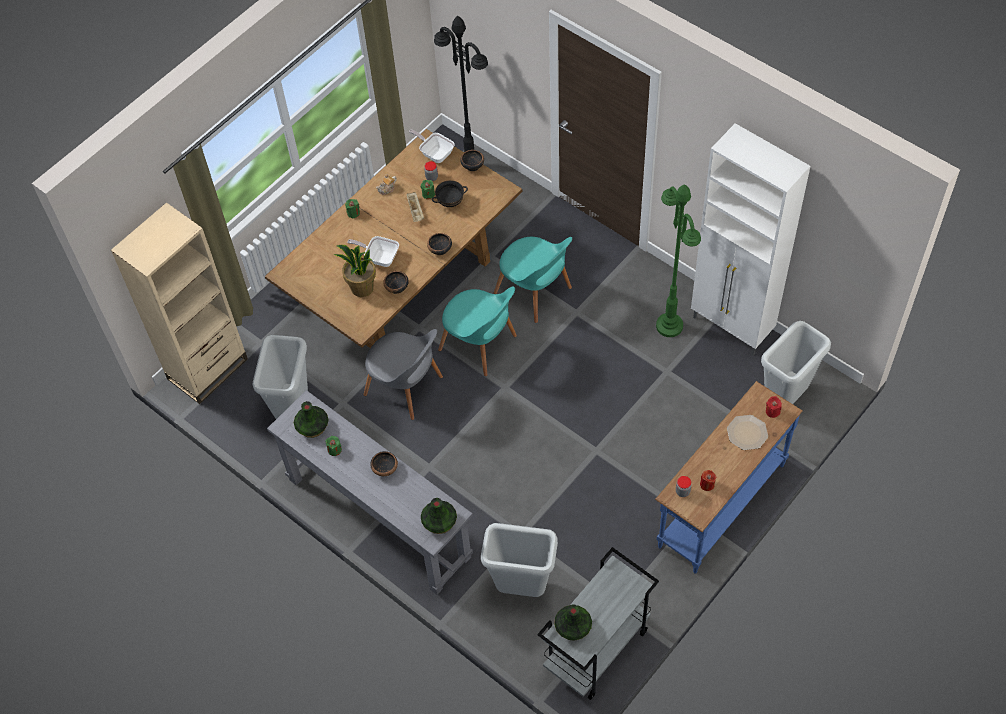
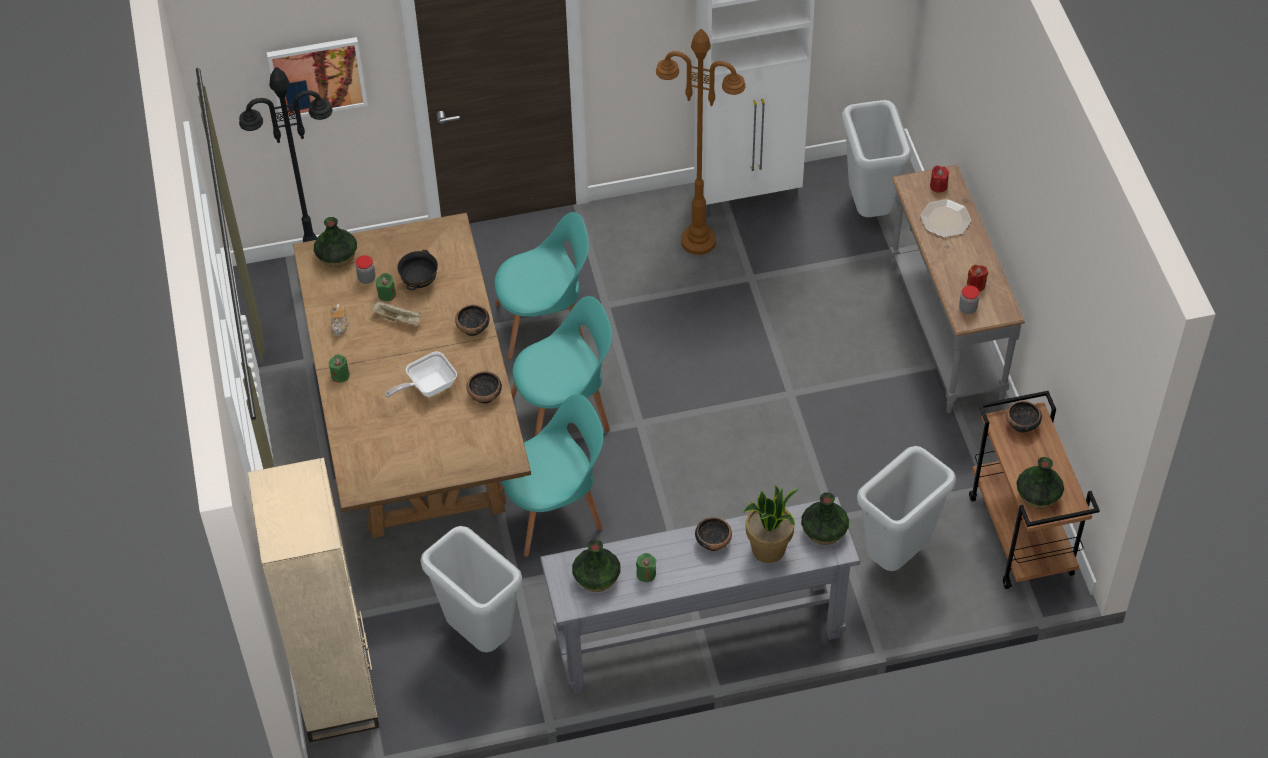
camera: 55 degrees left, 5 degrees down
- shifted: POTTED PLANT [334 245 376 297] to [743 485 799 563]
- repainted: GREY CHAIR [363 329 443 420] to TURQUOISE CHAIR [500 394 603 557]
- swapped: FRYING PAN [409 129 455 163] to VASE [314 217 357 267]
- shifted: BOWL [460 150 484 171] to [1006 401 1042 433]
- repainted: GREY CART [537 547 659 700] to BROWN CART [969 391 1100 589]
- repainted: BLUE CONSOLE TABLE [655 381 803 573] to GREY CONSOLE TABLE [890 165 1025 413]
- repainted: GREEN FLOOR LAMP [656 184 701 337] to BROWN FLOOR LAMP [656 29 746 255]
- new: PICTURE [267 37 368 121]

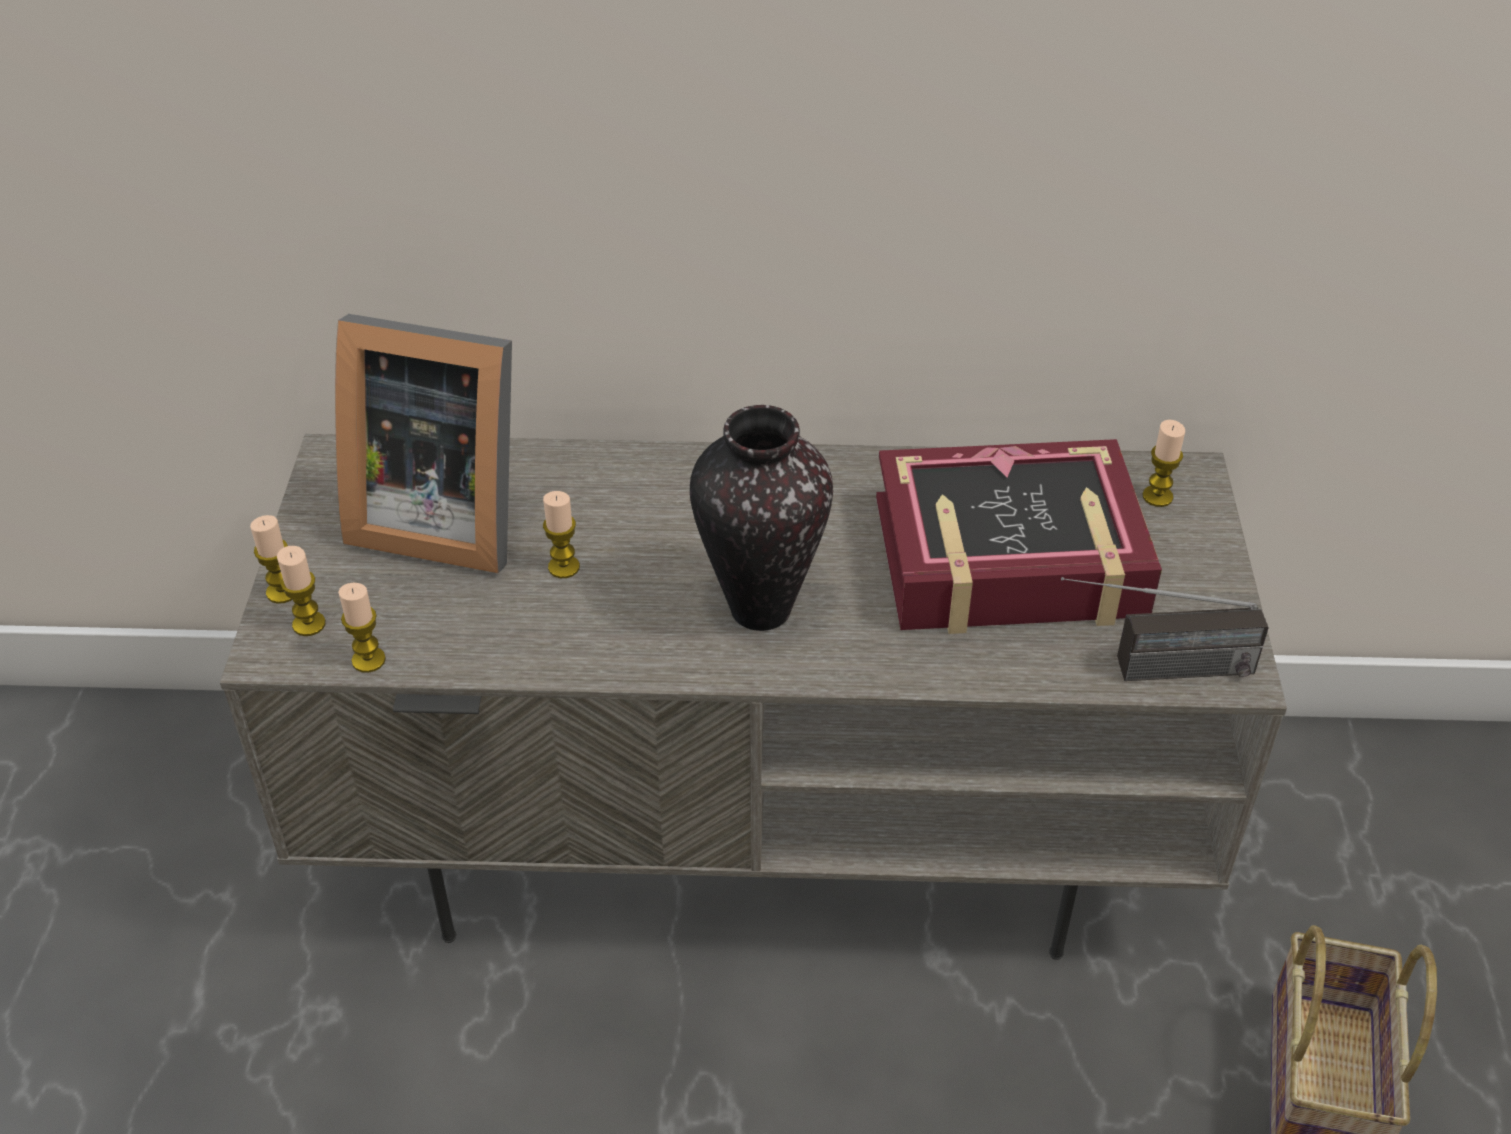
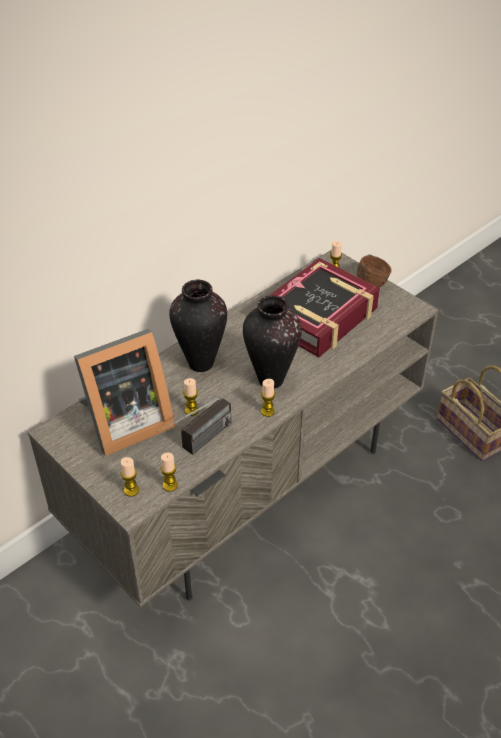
camera: 45 degrees left, 0 degrees up
- shifted: CANDLE [250 515 293 604] to [261 379 275 417]
- shifted: RADIO [1061 577 1269 681] to [157 397 231 455]
- new: VASE [169 280 227 372]
- new: BROWN MUG [357 255 392 287]

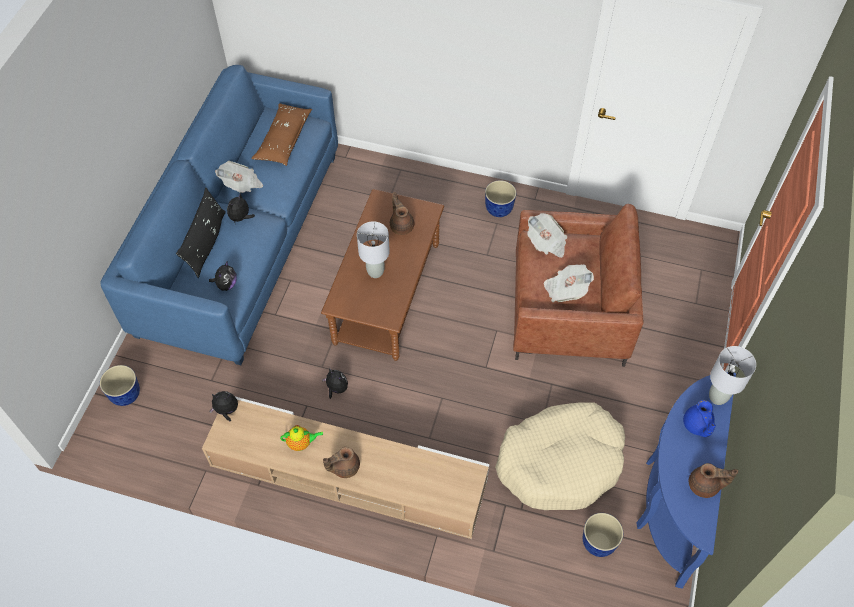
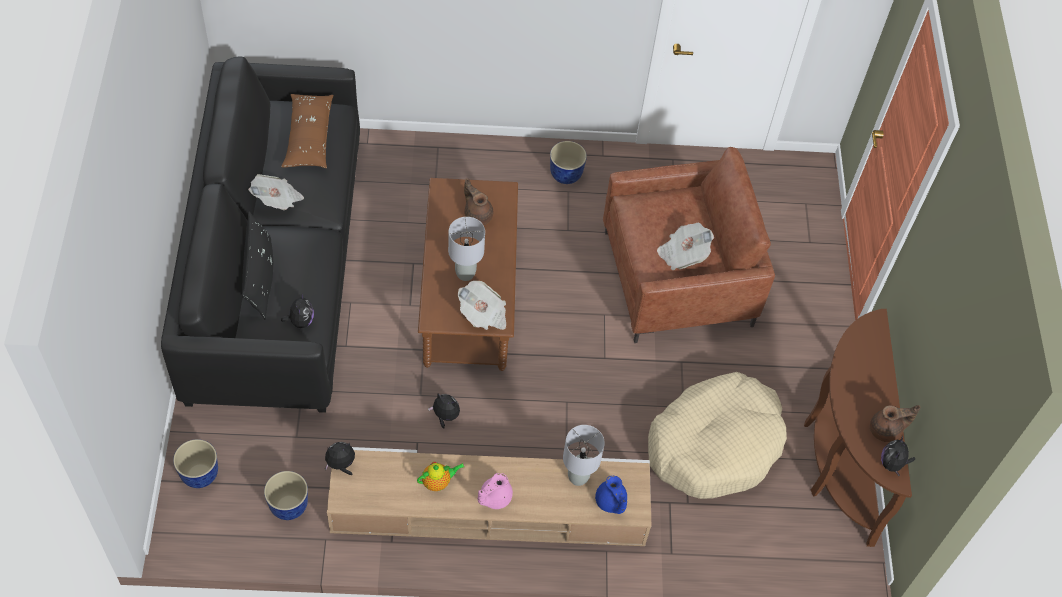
camera: 20 degrees left, 0 degrees up
- repainted: BLUE SOFA [100 65 338 365] to BLACK SOFA [161 57 360 413]
- shifted: PLUSH TOY [227 193 255 222] to [881 435 915 476]
- repainted: BROWN TEAPOT [323 447 360 478] to PINK TEAPOT [478 473 513 509]
- shifted: NEWSPAPER [527 213 567 258] to [458 281 506 330]
- shifted: PLANTER [583 513 623 557] to [264 471 308 520]
- repainted: BLUE CONSOLE TABLE [636 372 736 589] to BROWN CONSOLE TABLE [804 309 912 547]
- shifted: BLUE TEAPOT [683 400 716 437] to [595 476 627 514]
- shifted: GREY TABLE LAMP [709 346 756 405] to [563 425 605 486]

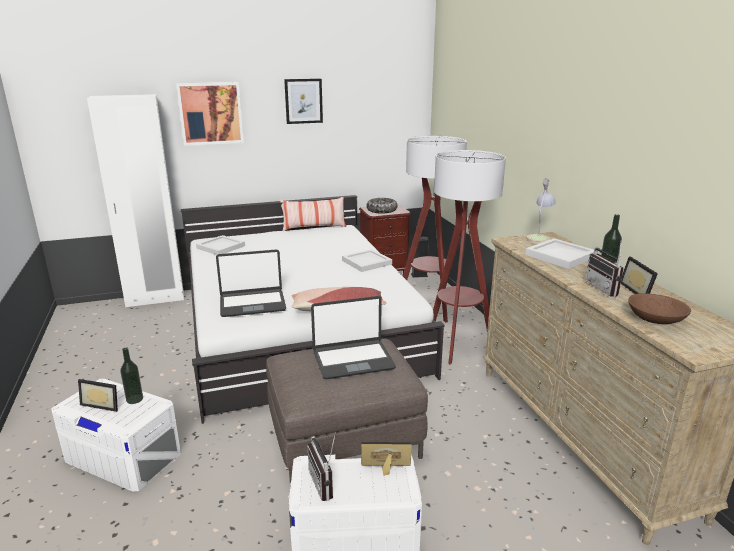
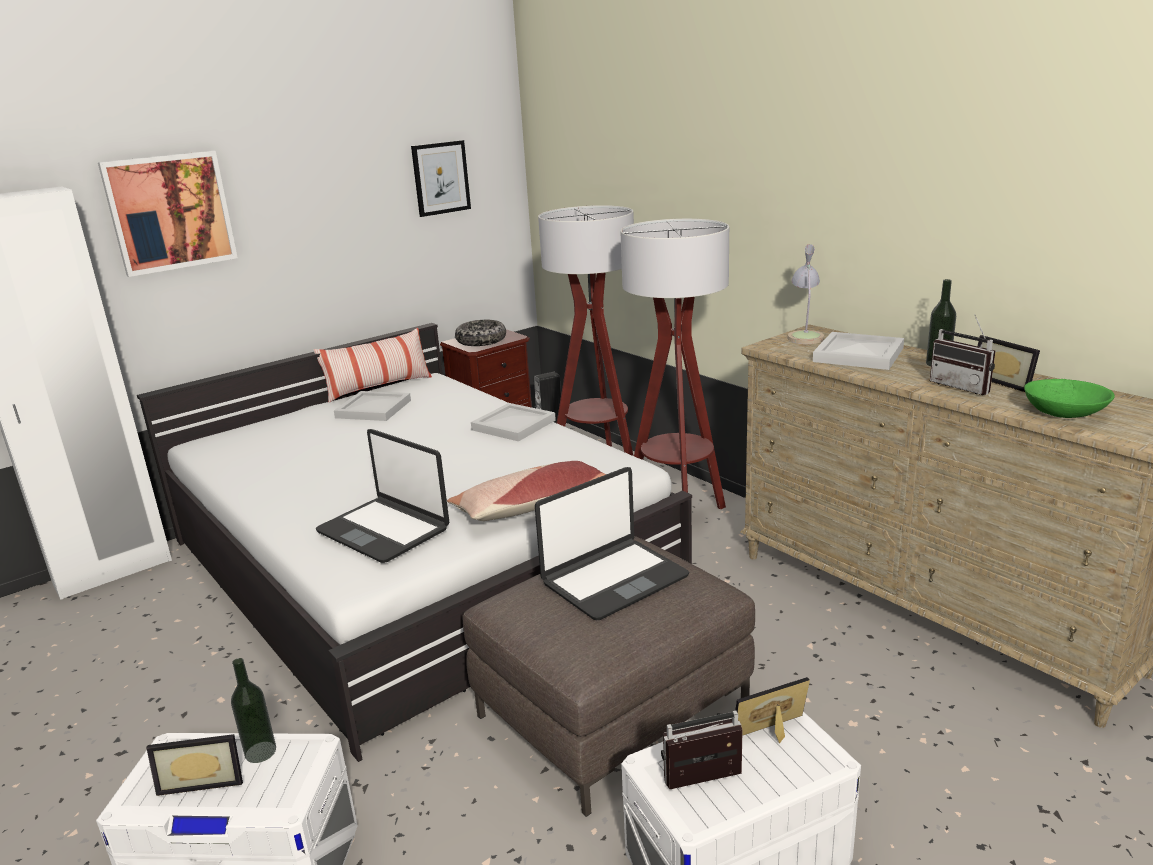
camera: 20 degrees left, 0 degrees up
- shifted: WHITE TRAY [196 235 245 255] to [334 391 411 421]
- rotated: LAPTOP [216 250 286 317] = [315 429 449 563] 75 degrees clockwise
- shifted: PICTURE [284 79 323 124] to [411 140 471 217]
- rotated: RADIO [307 433 336 501] = [661 711 743 789] 120 degrees clockwise
- repainted: BROWN BOWL [628 293 691 324] to GREEN BOWL [1024 379 1115 418]

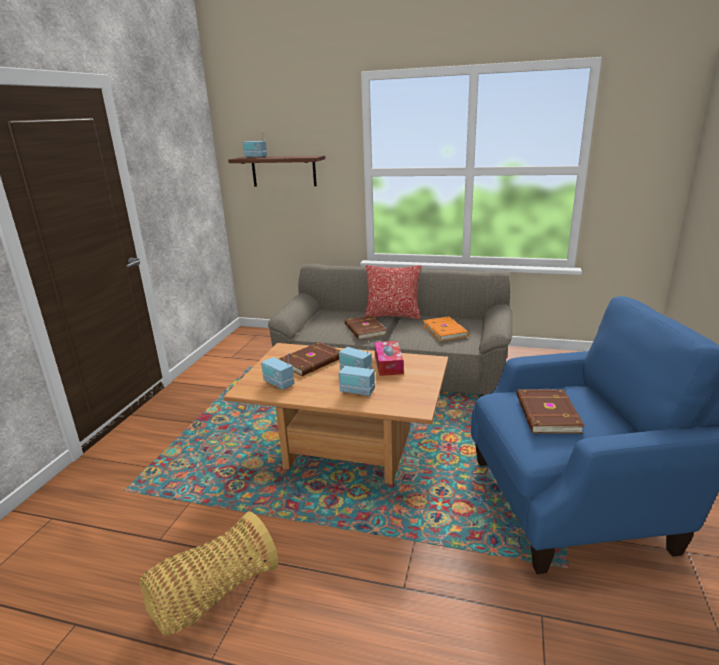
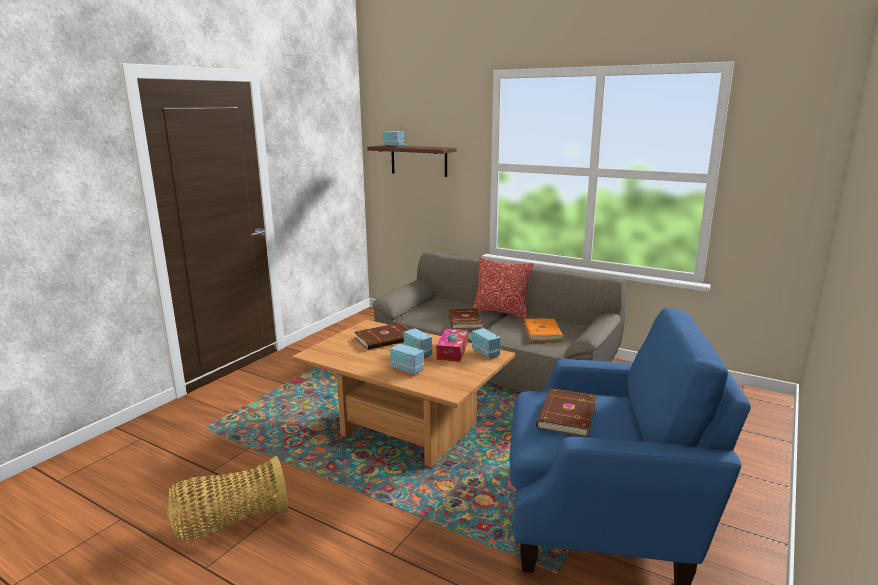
camera: 15 degrees right, 5 degrees down
- shifted: RADIO [261 353 294 390] to [472 325 501 359]

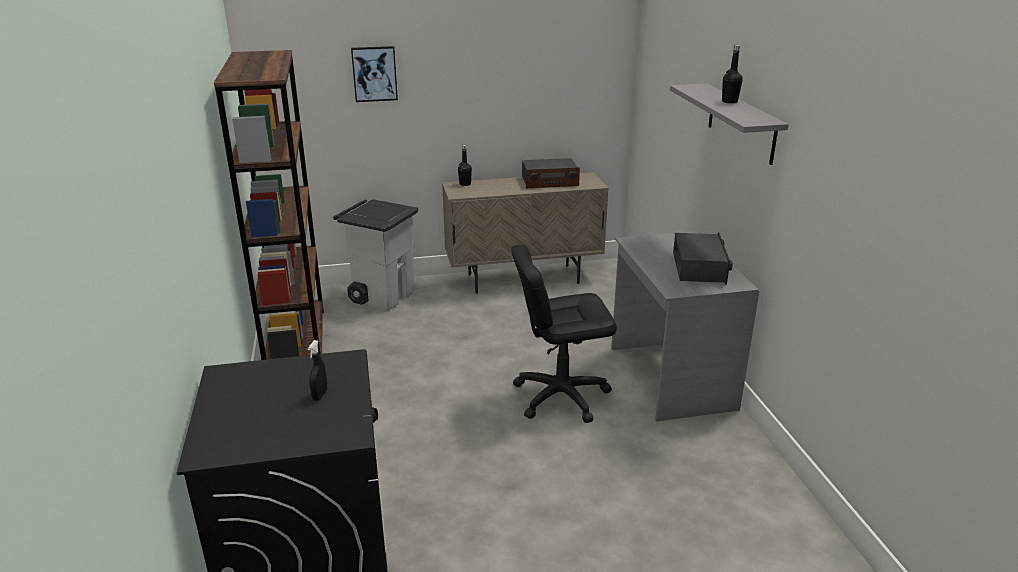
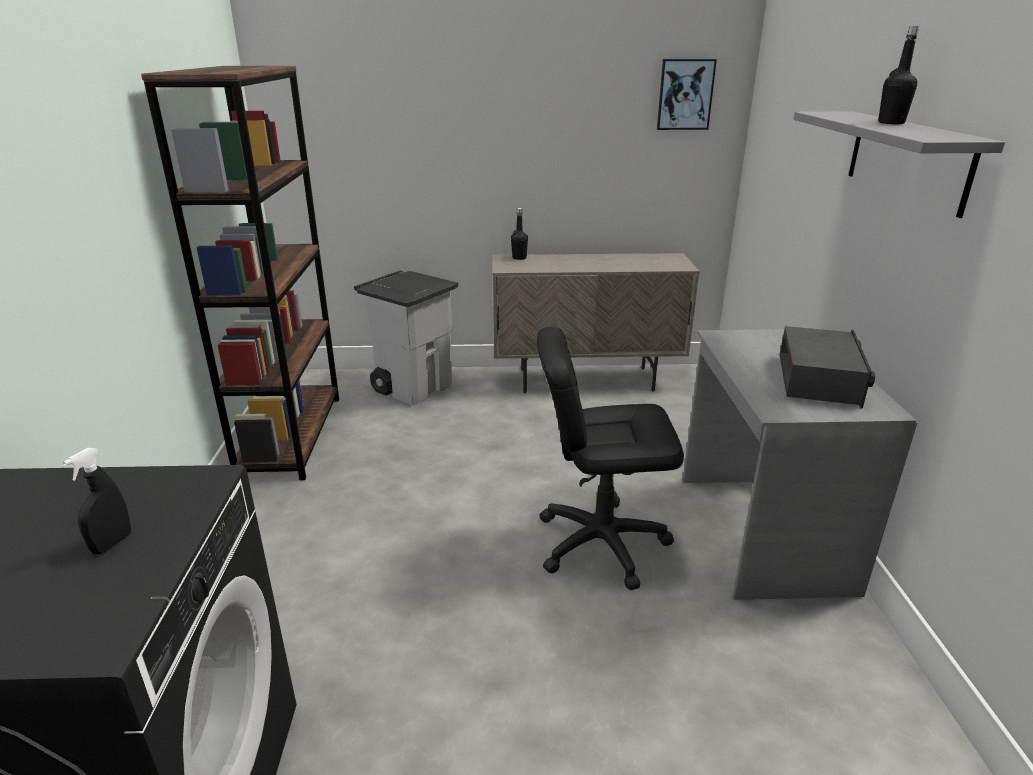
camera: 10 degrees right, 0 degrees up
- shifted: PICTURE [351 46 398 102] to [657 59 717 130]
- gone: RADIO [522 158 580 188]

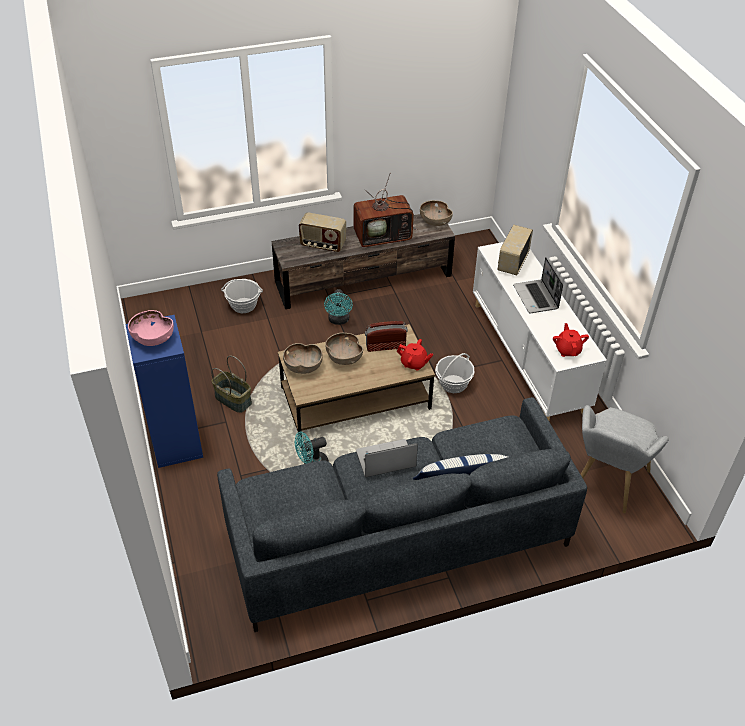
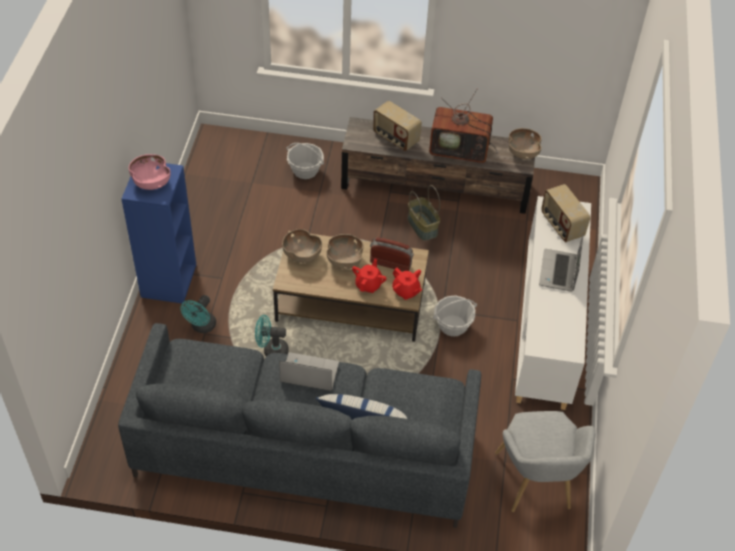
camera: 25 degrees right, 5 degrees up
- shifted: BASKET [211 356 252 413] to [408 185 440 241]
- shifted: TURQUOISE FAN [324 289 353 325] to [180 295 216 333]
- rotated: RADIO [498 225 533 275] = [541 184 590 242] 75 degrees counterclockwise
- shifted: RED TEAPOT [553 323 589 357] to [352 258 387 293]
- rotated: GREY ARMCHAIR [580 405 669 513] = [495 411 595 512] 60 degrees counterclockwise

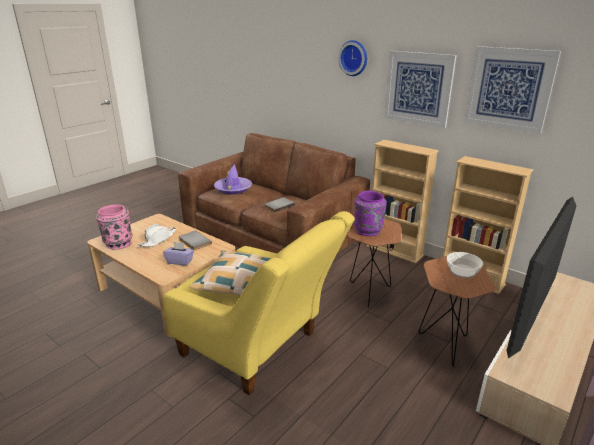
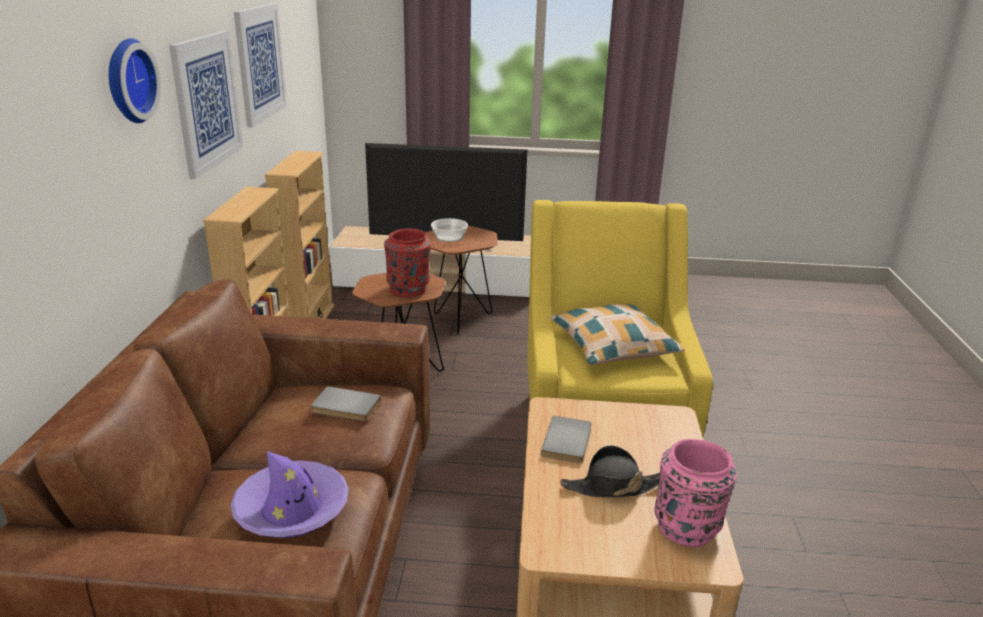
camera: 125 degrees left, 0 degrees up
- repainted: WHITE HAT [138 224 176 247] to BLACK HAT [560 445 660 497]
- gone: PURPLE TISSUE BOX [163 242 194 266]
- repainted: PURPLE VASE [354 191 387 236] to RED VASE [384 228 431 297]

